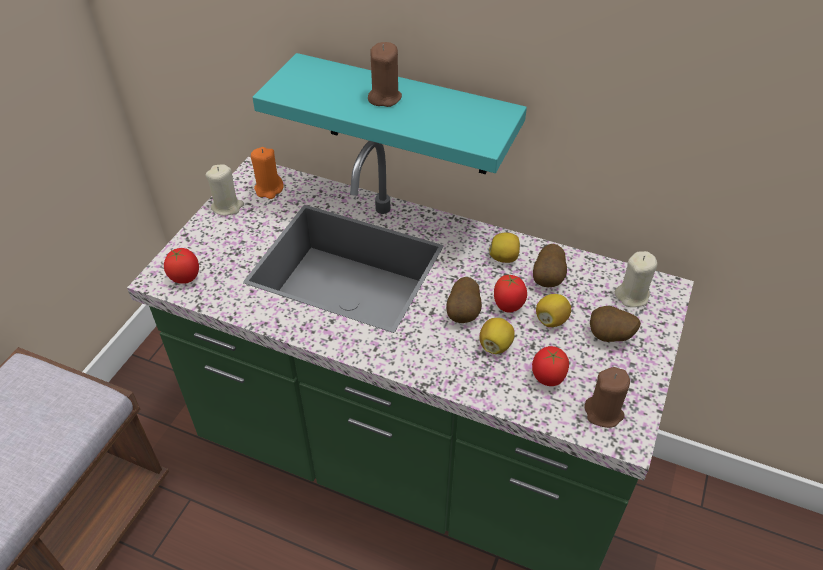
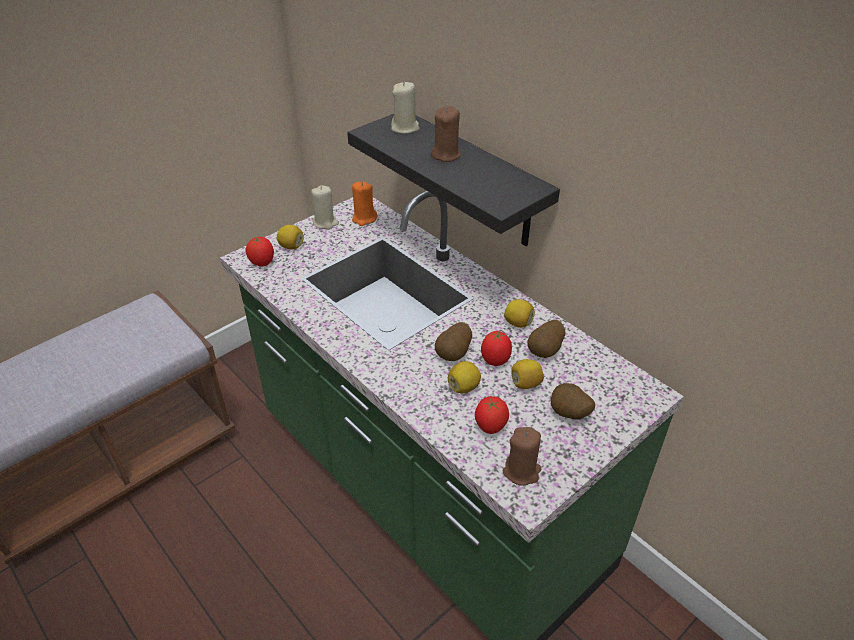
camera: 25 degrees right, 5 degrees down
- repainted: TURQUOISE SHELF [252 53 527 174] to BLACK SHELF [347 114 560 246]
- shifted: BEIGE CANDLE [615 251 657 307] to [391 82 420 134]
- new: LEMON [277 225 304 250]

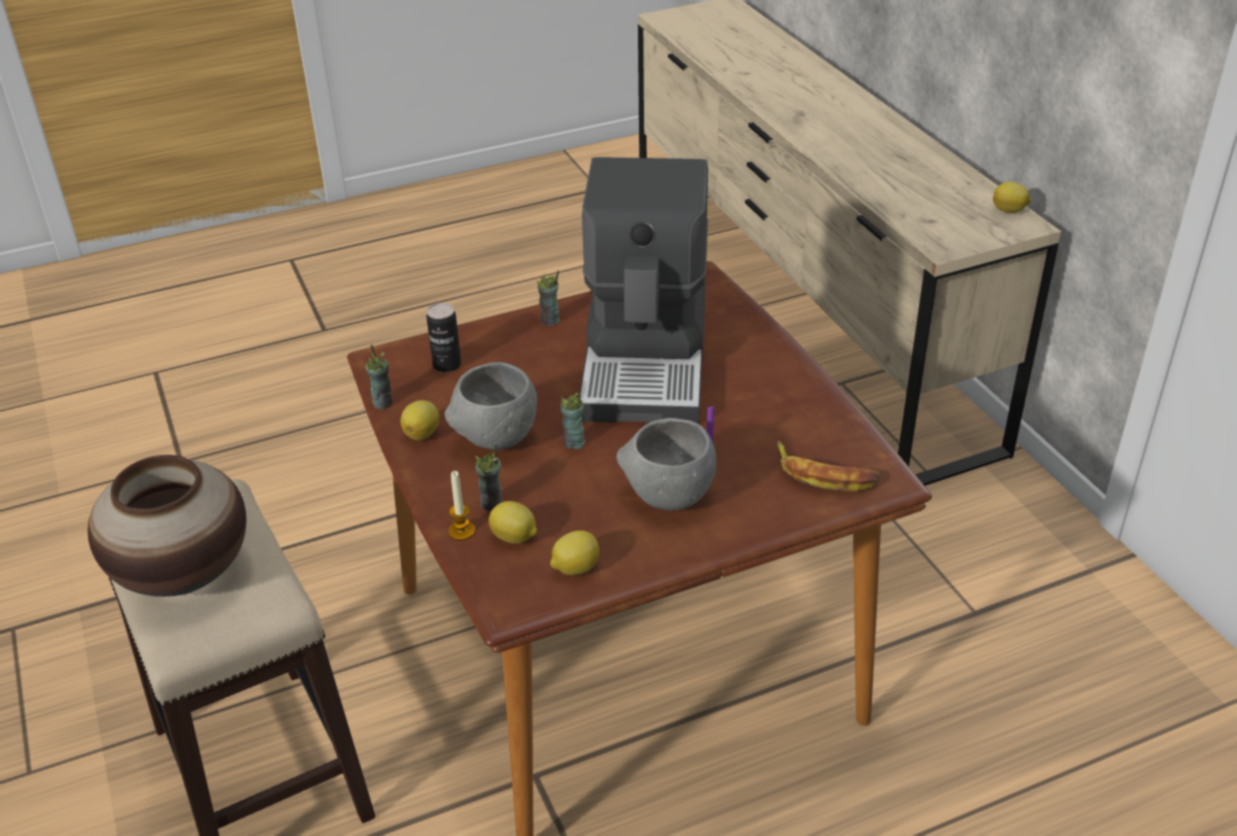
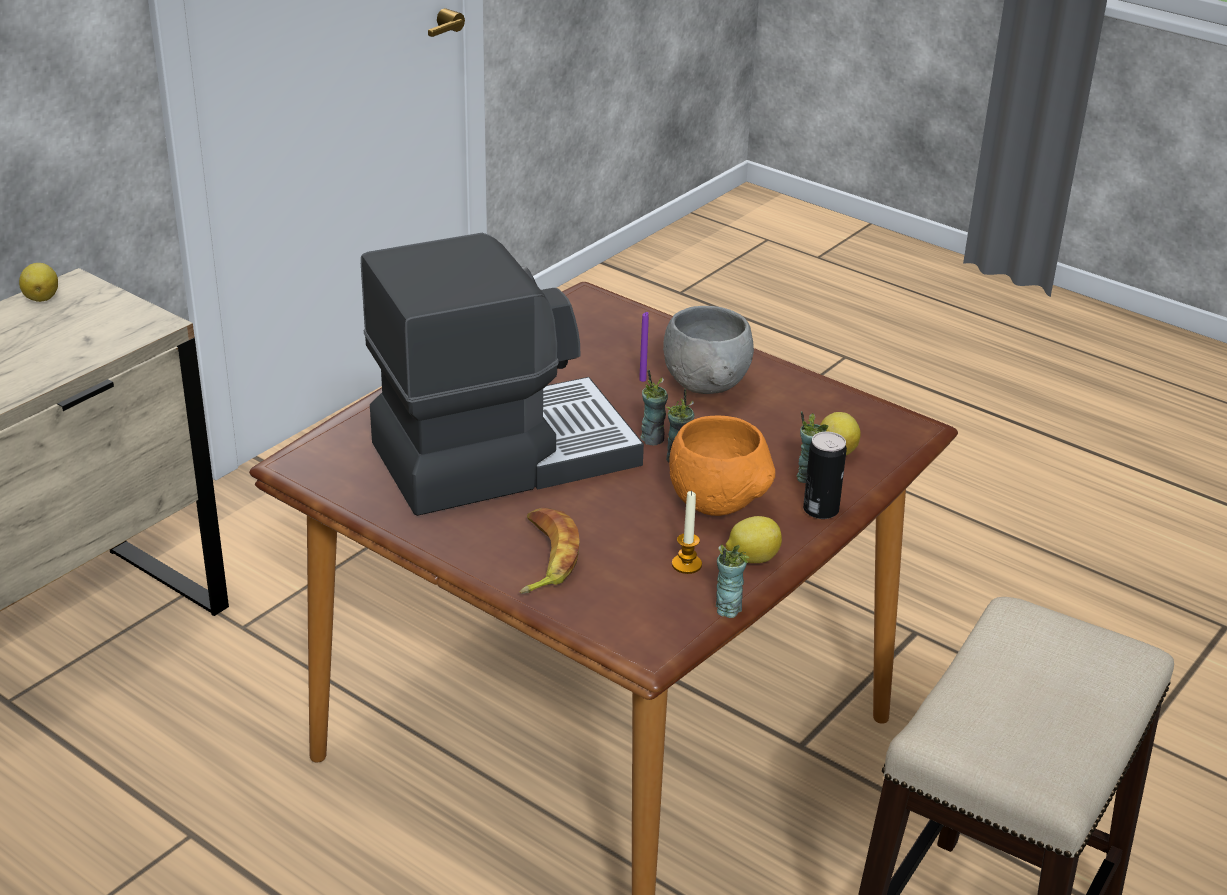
camera: 120 degrees left, 5 degrees down
- gone: VASE [88 455 246 597]
- shifted: CAN [427 303 461 372] to [803 432 847 519]
- repainted: GREY BOWL [445 362 537 450] to ORANGE BOWL [669 416 775 516]
- shifted: CANDLE [448 471 475 540] to [672 491 702 574]
- shifted: CUP [537 270 560 326] to [640 370 668 445]
- gone: LEMON [550 530 600 575]
- shifted: BANANA [777 441 880 492] to [519 508 580 594]

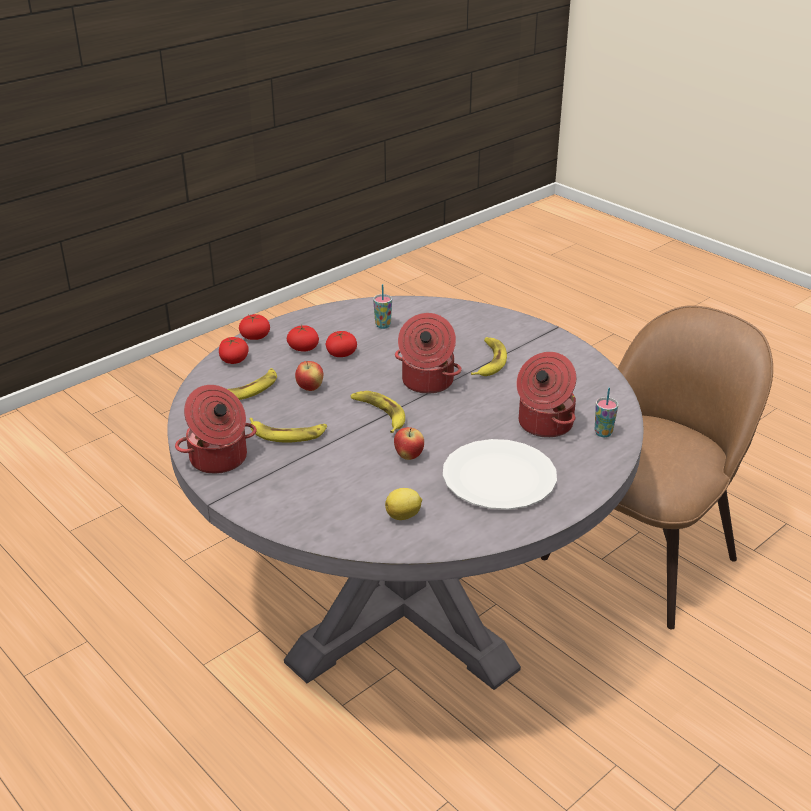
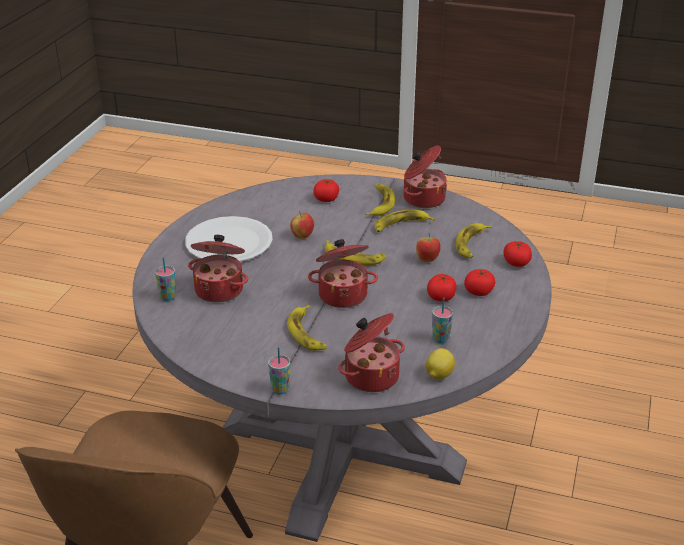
camera: 150 degrees right, 0 degrees up
- shifted: TOMATO [239 314 270 340] to [313 179 339 202]
- shifted: LEMON [385 488 422 520] to [426 348 455 379]
- new: CUP [268 347 290 395]
- new: COOKING POT [338 313 405 392]
- new: BANANA [366 184 395 216]

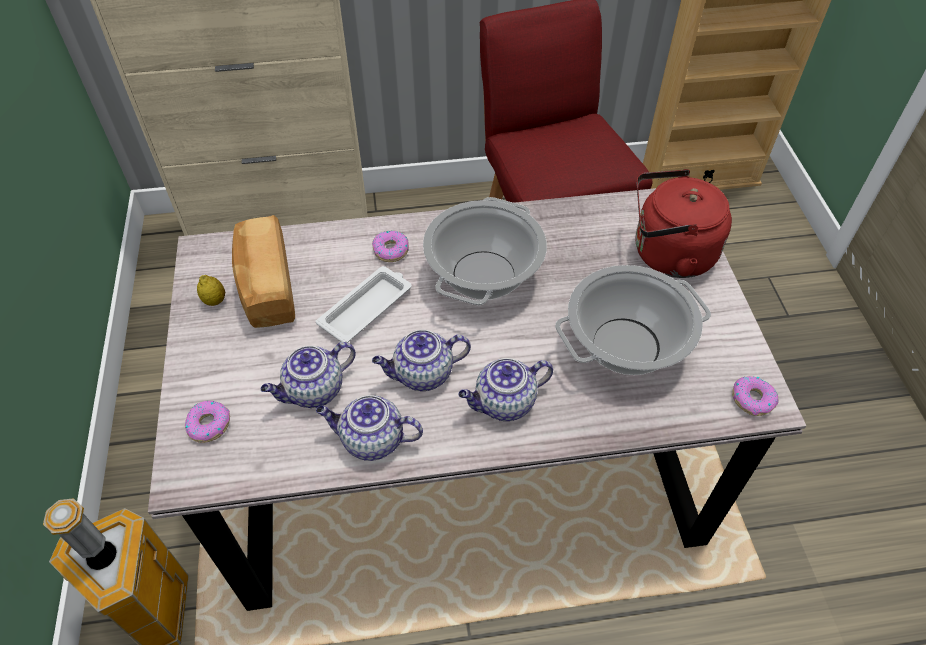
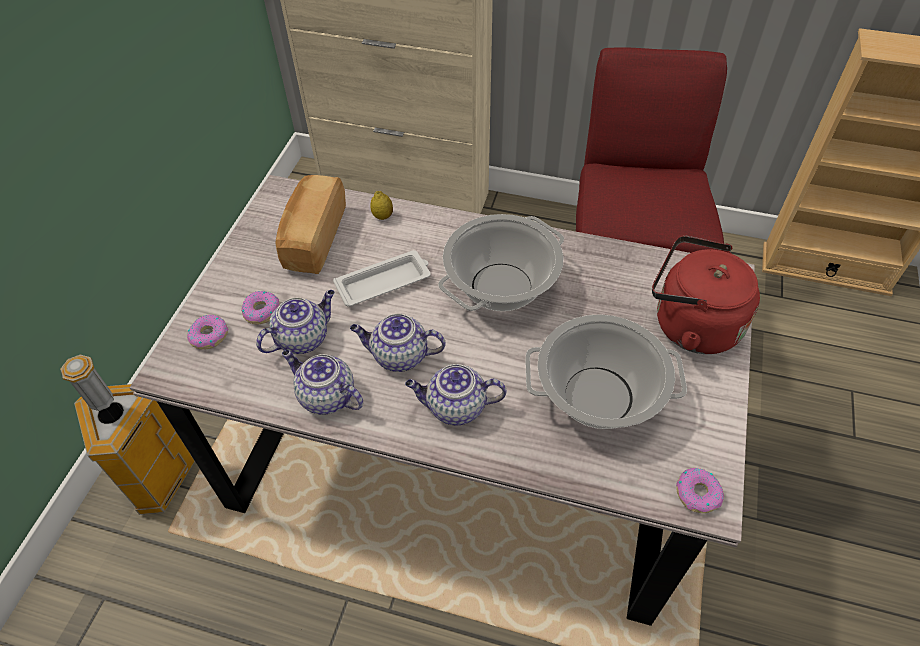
camera: 25 degrees right, 0 degrees up
- shifted: LEMON [197 275 225 306] to [370 191 393 220]
- rotated: TEAPOT [261 342 356 408] = [256 290 335 354] 150 degrees clockwise
- shifted: DONUT [372 231 409 262] to [241 291 280 324]

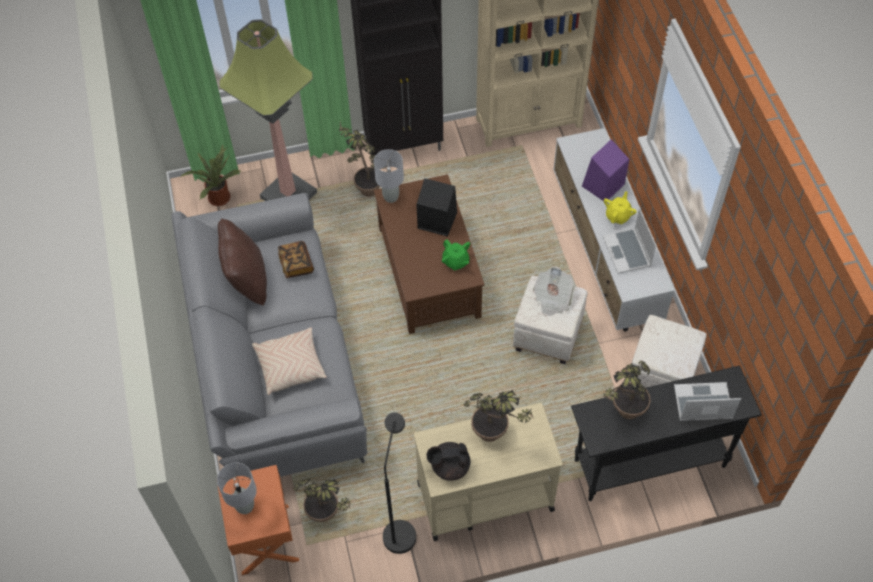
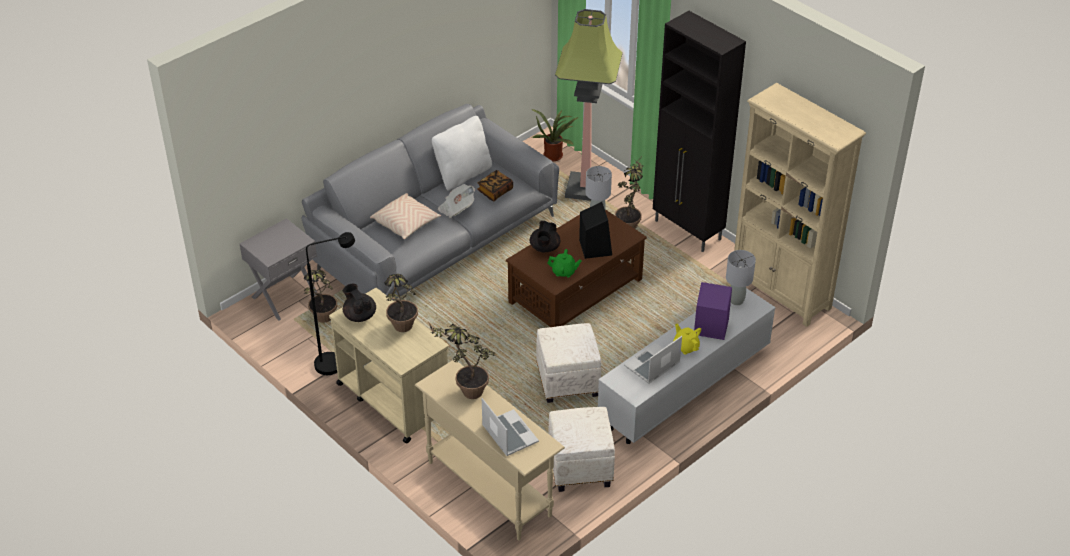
camera: 60 degrees right, 15 degrees down
- shifted: GREY TABLE LAMP [217 462 257 514] to [726 250 756 305]
- repainted: BROWN PILLOW [218 218 267 306] to WHITE PILLOW [432 116 492 191]
- repainted: ORANGE SIDE TABLE [218 465 299 575] to GREY SIDE TABLE [240 218 317 320]
- rotated: GREEN TEAPOT [442 239 470 270] = [547 249 581 278] 105 degrees counterclockwise
- shifted: NEWSPAPER [533 267 575 316] to [438 184 475 218]
- repainted: BLACK CONSOLE TABLE [571 366 762 501] to BEIGE CONSOLE TABLE [415 360 565 540]
- rotated: YELLOW TEAPOT [604 191 637 224] = [673 324 701 354] 120 degrees counterclockwise
- new: BLACK TEAPOT [530 221 560 252]

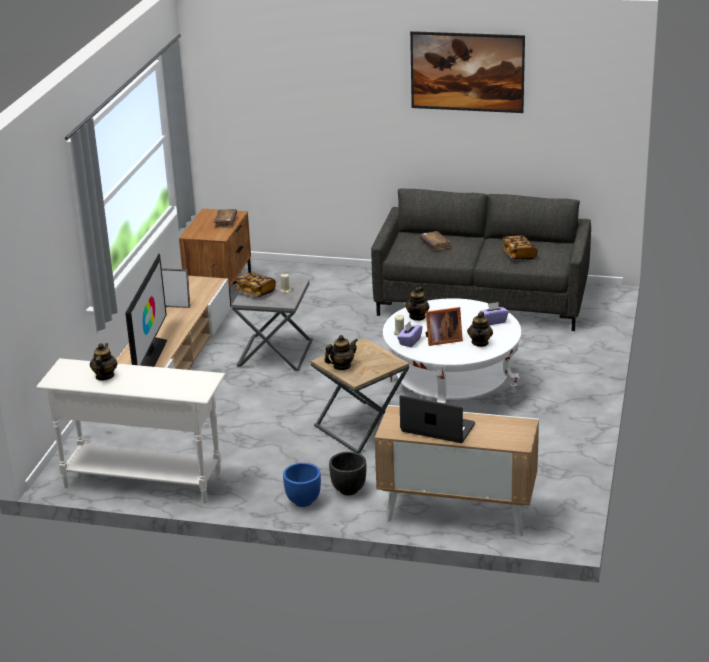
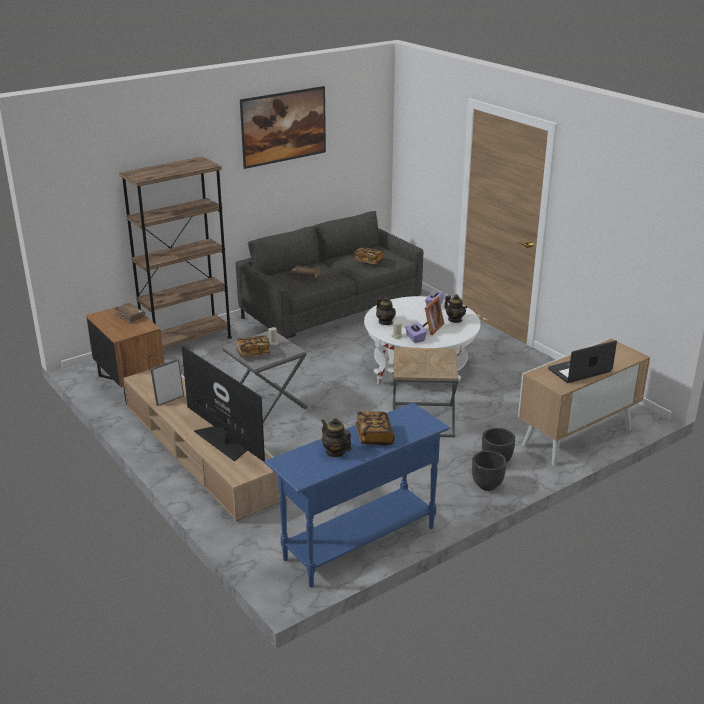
camera: 50 degrees left, 0 degrees up
- repainted: WHITE CONSOLE TABLE [36 358 225 504] to BLUE CONSOLE TABLE [264 403 450 588]
- repainted: BLUE PLANTER [283 463 321 507] to BLACK PLANTER [472 451 507 491]
- gone: TEAPOT [324 335 358 370]
- new: BROWN BOOKCASE [119 157 232 348]
- new: BOOK [356 412 395 445]

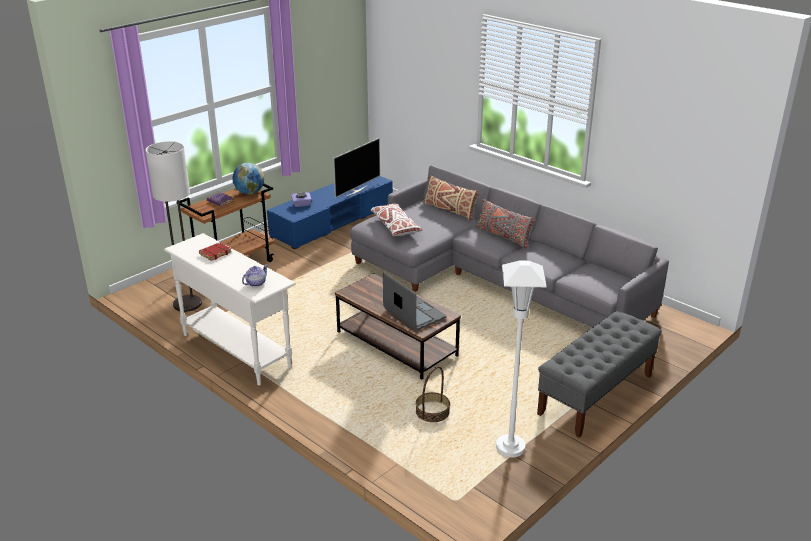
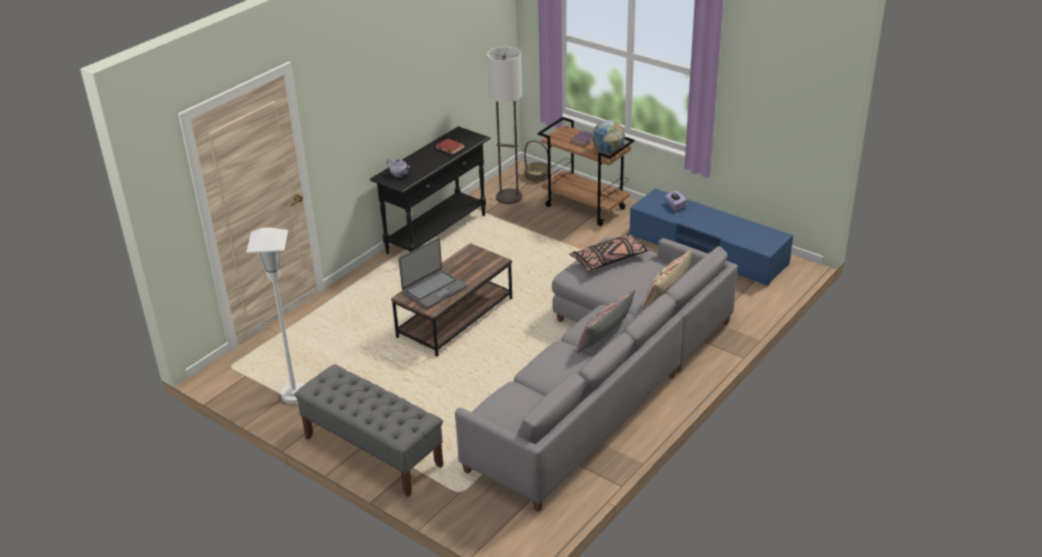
camera: 85 degrees right, 5 degrees up
- repainted: WHITE CONSOLE TABLE [164 233 296 385] to BLACK CONSOLE TABLE [370 126 490 254]
- gone: TELEVISION [333 138 380 198]
- repainted: WHITE PILLOW [371 204 422 236] to BLACK PILLOW [569 233 650 272]
- shifted: BASKET [416 366 450 422] to [524 140 548 183]

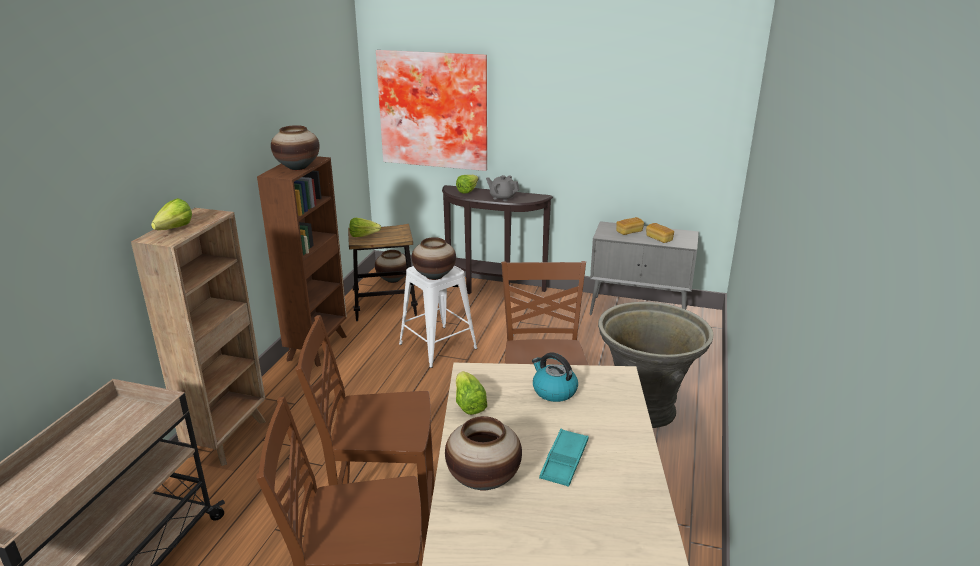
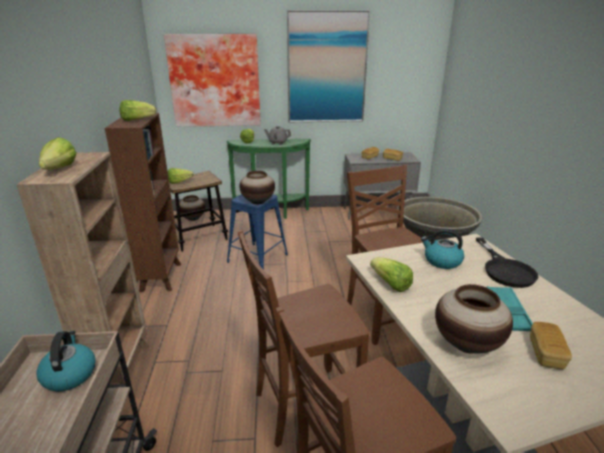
camera: 20 degrees left, 0 degrees up
- swapped: VASE [271 125 320 170] to LETTUCE [120 100 157 121]
- repainted: WHITE STOOL [399 265 477 368] to BLUE STOOL [227 194 288 270]
- repainted: BROWN CONSOLE TABLE [442 185 553 294] to GREEN CONSOLE TABLE [226 139 311 219]
- new: KETTLE [36 331 95 392]
- new: PICTURE [287 10 370 122]
- new: BLACK FRYING PAN [476 237 538 288]
- new: BREAD [530 322 572 369]

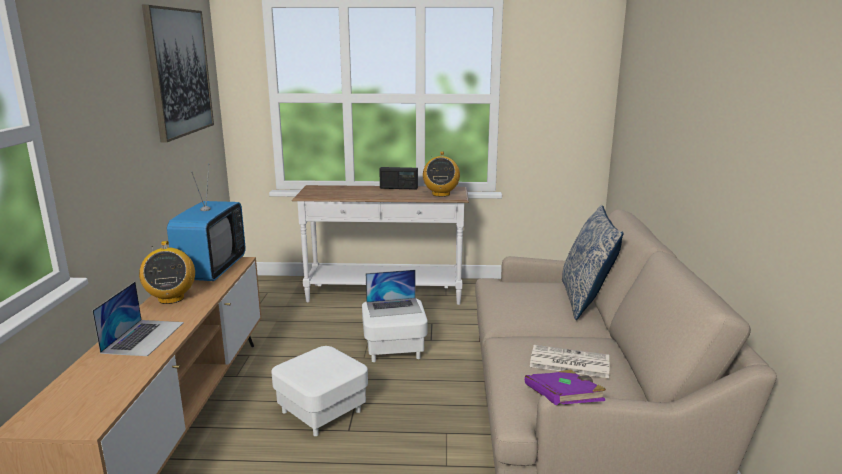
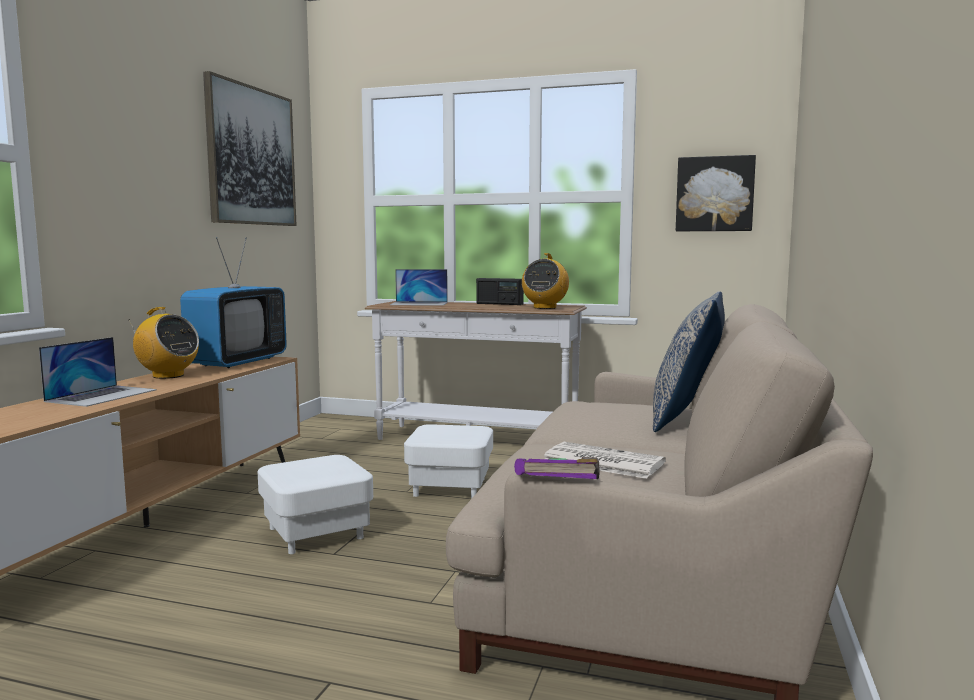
camera: 15 degrees right, 10 degrees down
- rotated: RADIO [139 241 195 304] = [129 307 199 379] 60 degrees counterclockwise
- shifted: LAPTOP [366 270 422 317] to [390 269 448 306]
- new: PICTURE [676 155 756 231]

